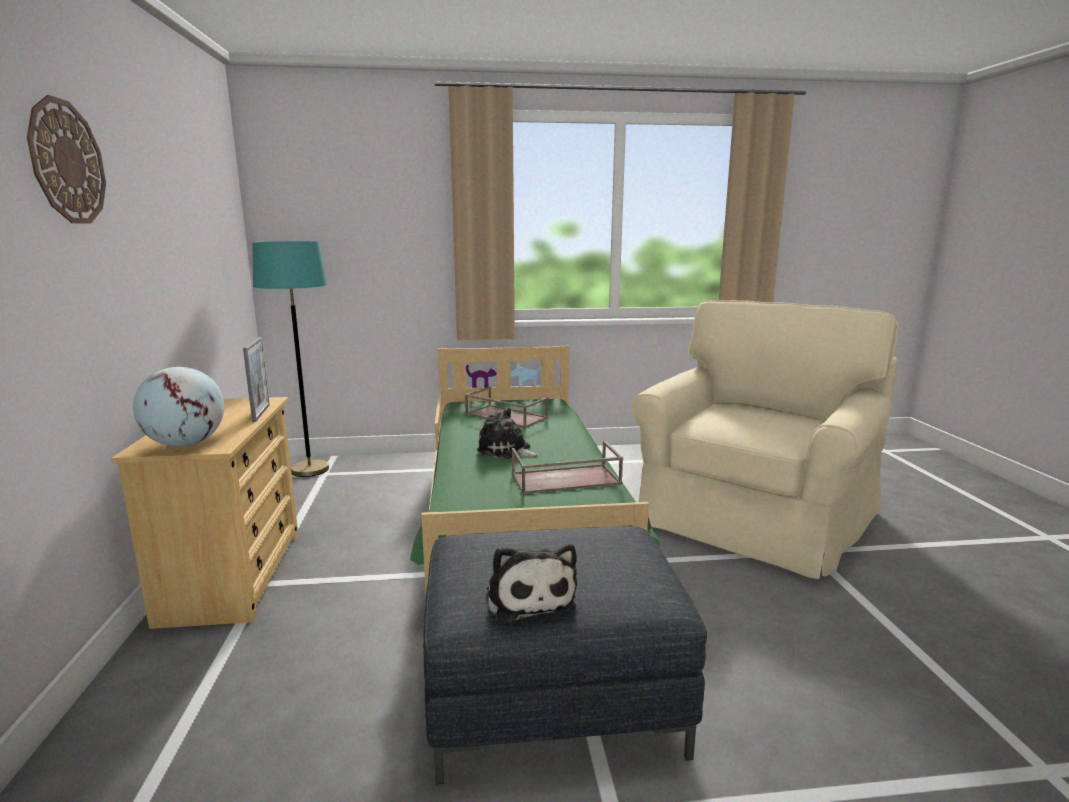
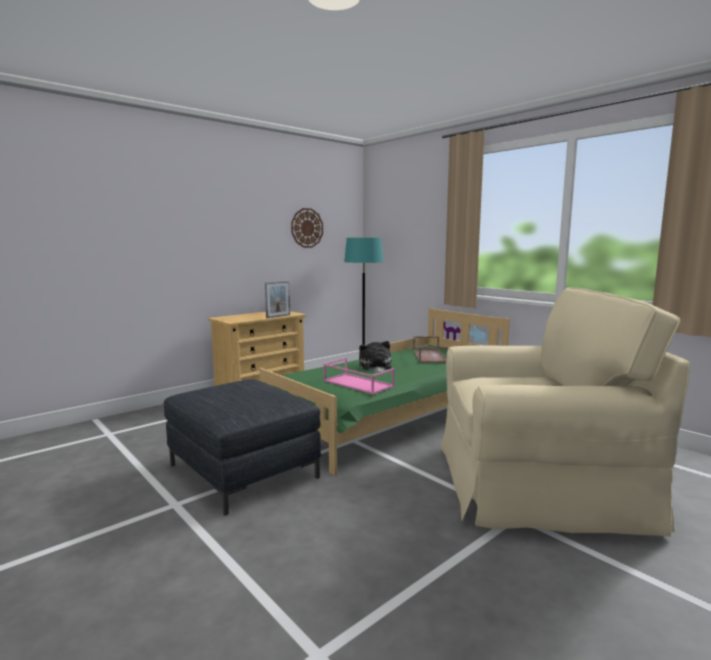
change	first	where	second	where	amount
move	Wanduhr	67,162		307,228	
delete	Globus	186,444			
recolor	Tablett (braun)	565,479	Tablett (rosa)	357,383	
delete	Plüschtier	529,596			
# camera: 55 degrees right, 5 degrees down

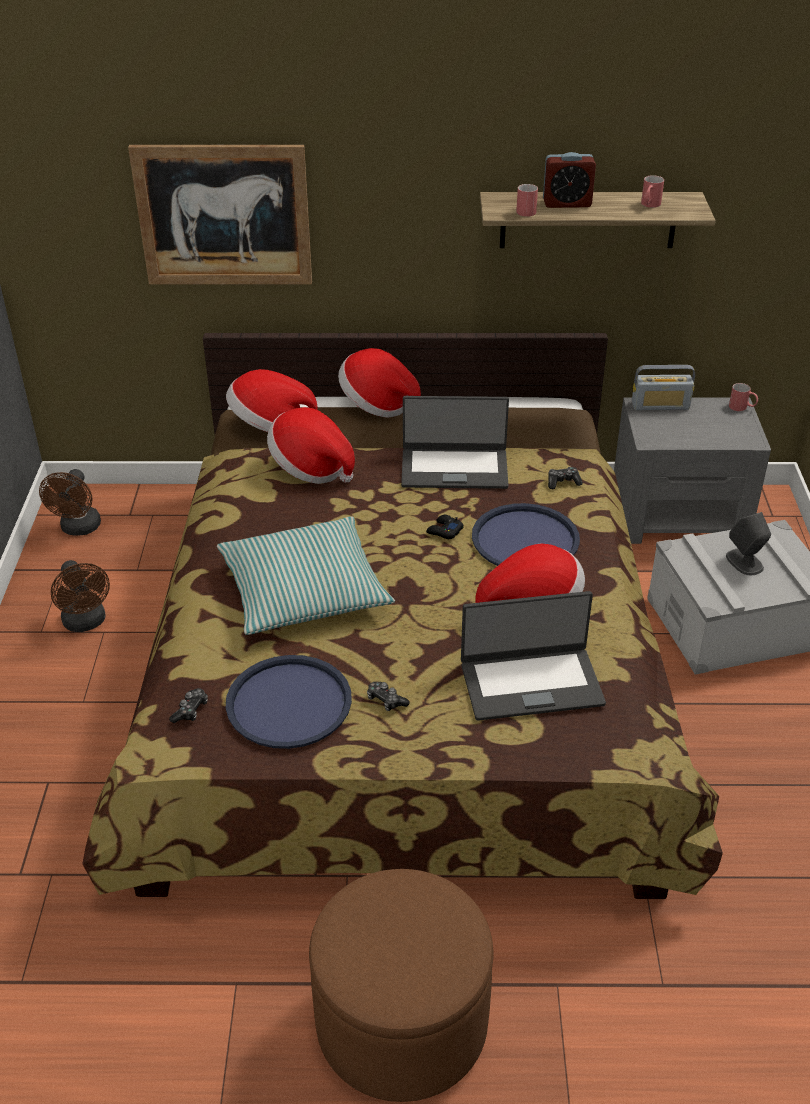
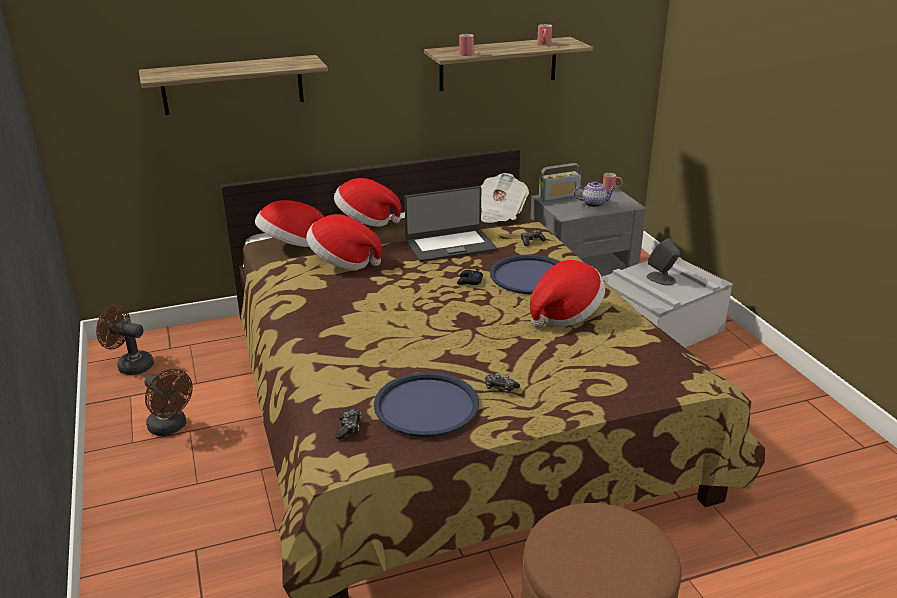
change	first	where	second	where	amount
replace	Bild	224,215	Wandregal	233,85	
delete	Wecker	567,203			
rotate	Ventilator (braun)	79,529		130,365	120 degrees clockwise
delete	Kissen	304,590			
delete	Laptop	531,683			
insert			Zeitung	499,213	
insert			Teekanne	594,204	
# camera: 20 degrees left, 10 degrees down

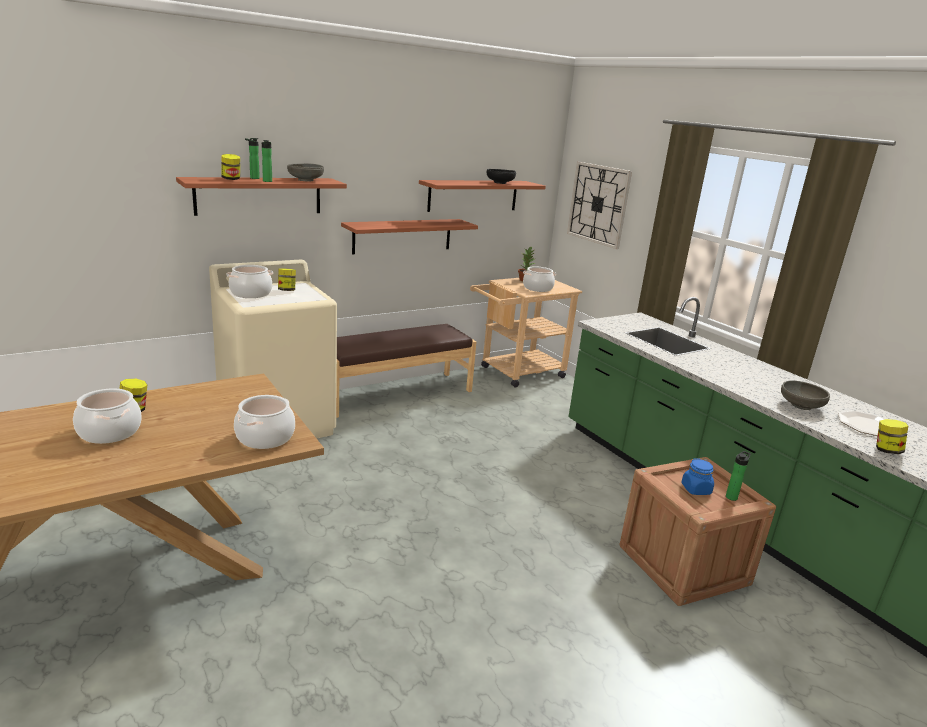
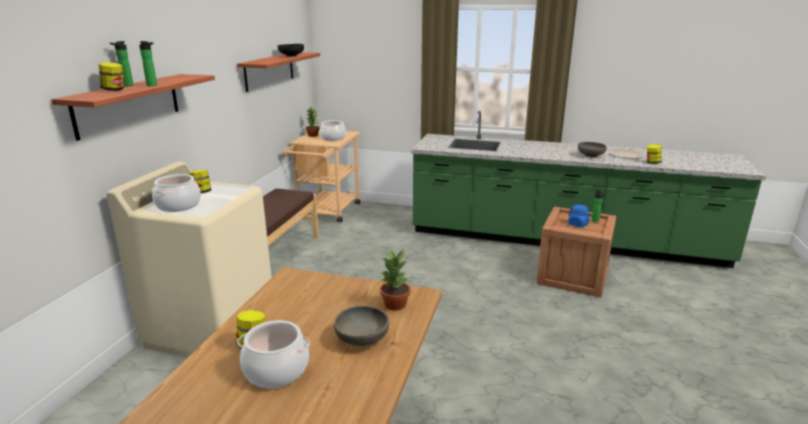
change	first	where	second	where	amount
delete	Wanduhr	598,204			
move	Schüssel (grau)	306,180		362,338	
delete	Wandregal	402,236			
replace	Kochtopf	265,437	Topfpflanze	395,305	
# camera: 40 degrees left, 0 degrees up

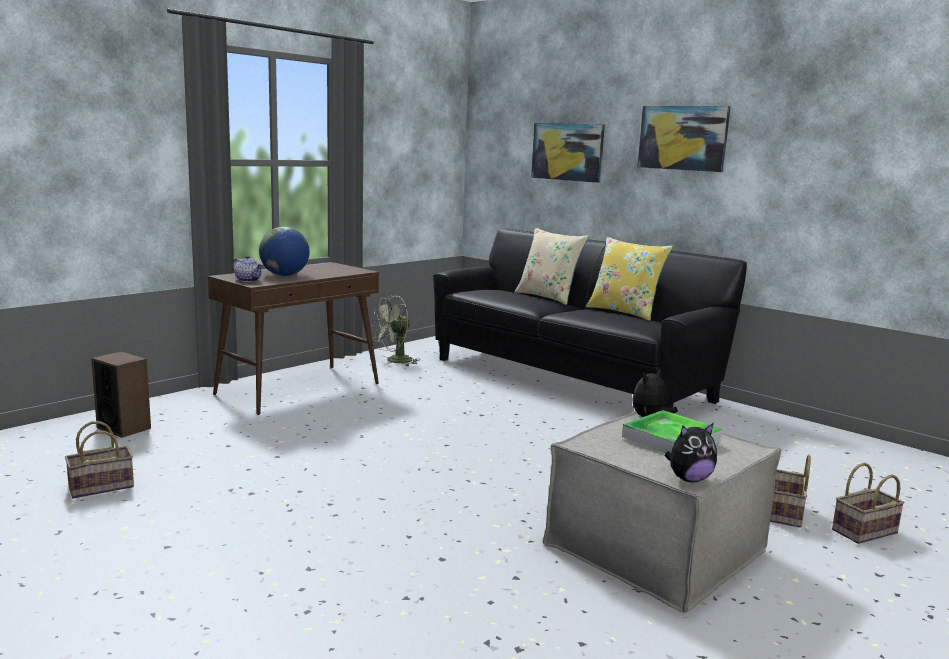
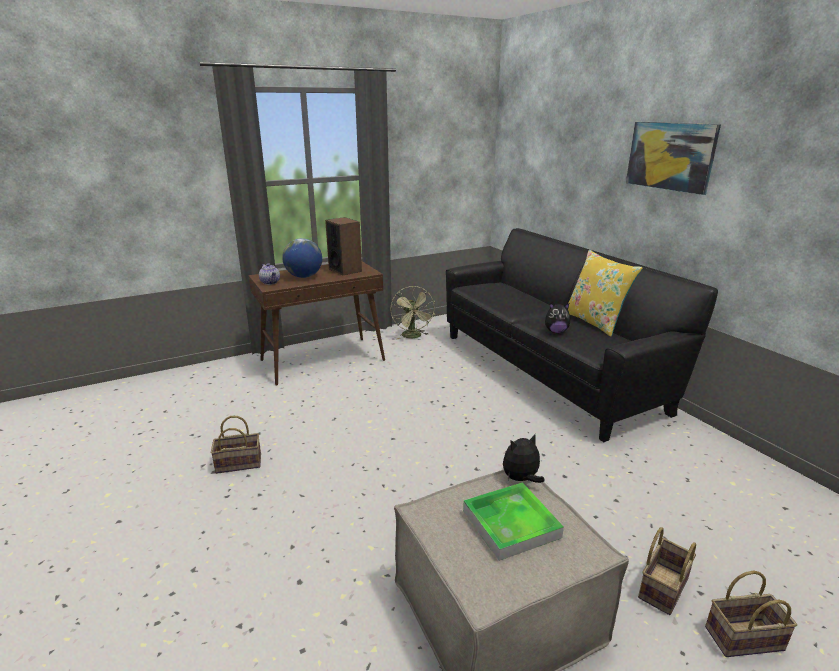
change	first	where	second	where	amount
delete	Bild	567,152			
delete	Kissen (beige)	548,297			
rotate	Ventilator (grün)	394,361		413,336	90 degrees counterclockwise
move	Lautsprecher	124,428		345,270	
move	Korb	103,486		240,463	
move	Plüschtier	689,479		556,331	
# camera: 20 degrees right, 10 degrees up

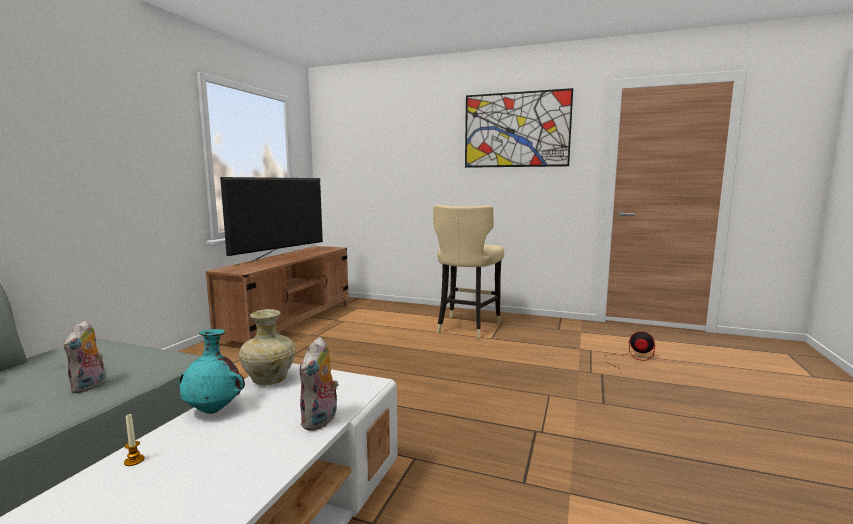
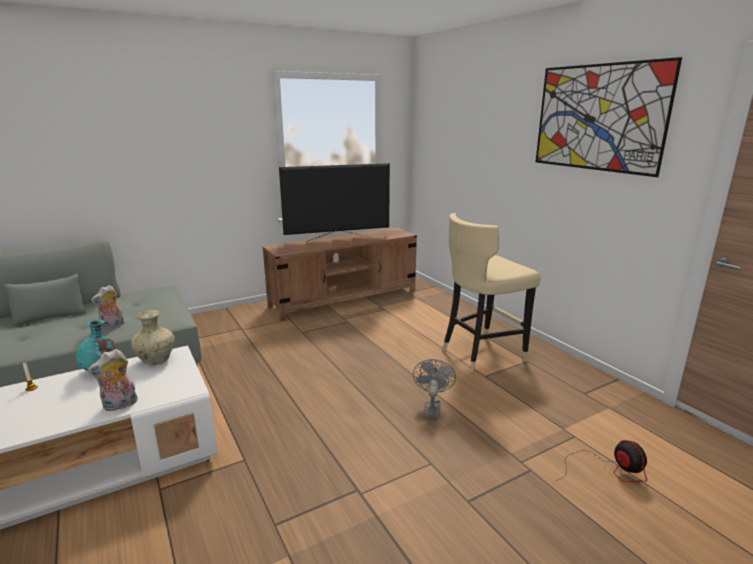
change	first	where	second	where	amount
insert			Ventilator (grau)	432,408	
# camera: 40 degrees right, 10 degrees up

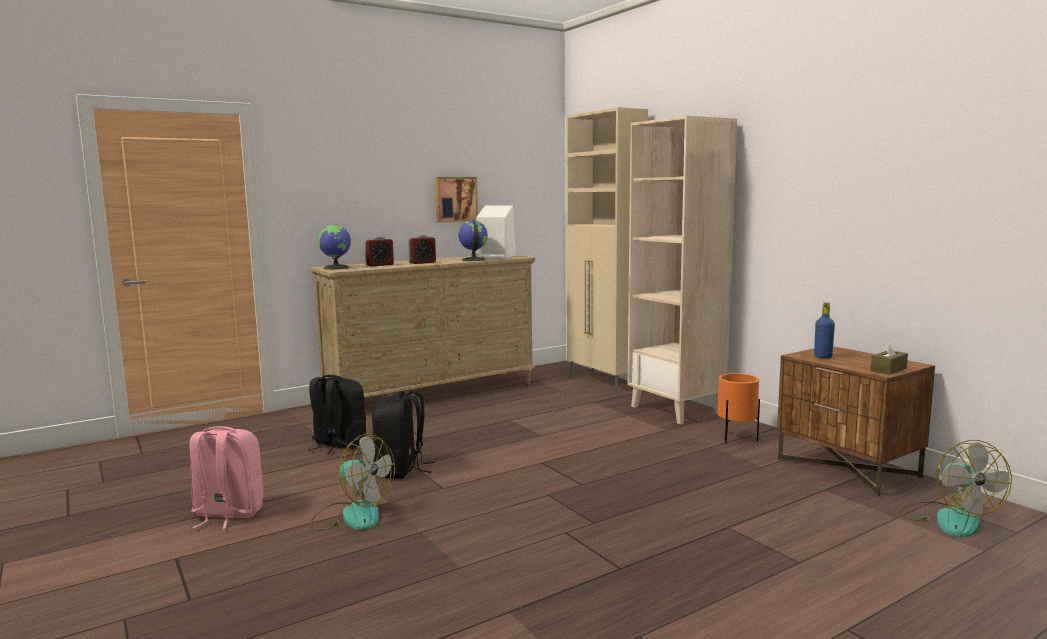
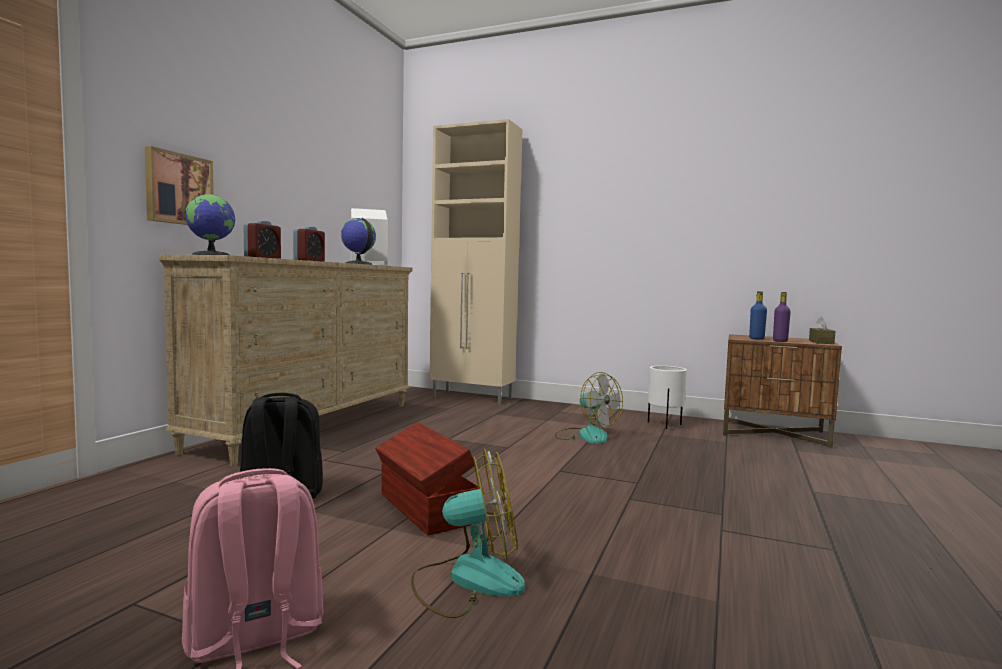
change	first	where	second	where	amount
delete	Bücherregal (beige)	676,410			
move	Bild	455,199		178,189	
recolor	Pflanzkübel (orange)	736,439	Pflanzkübel (weiß)	665,425	
replace	Rucksack (schwarz)	401,470	Aufbewahrungsbox (braun)	425,509	
move	Ventilator	948,519		586,435	
insert			Flasche (lila)	780,341	
# camera: 35 degrees left, 5 degrees down

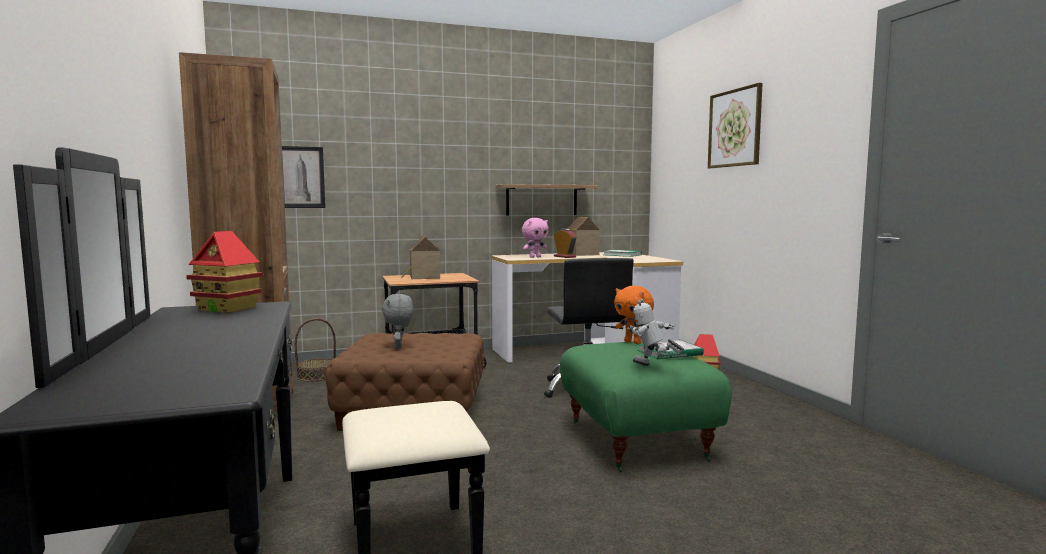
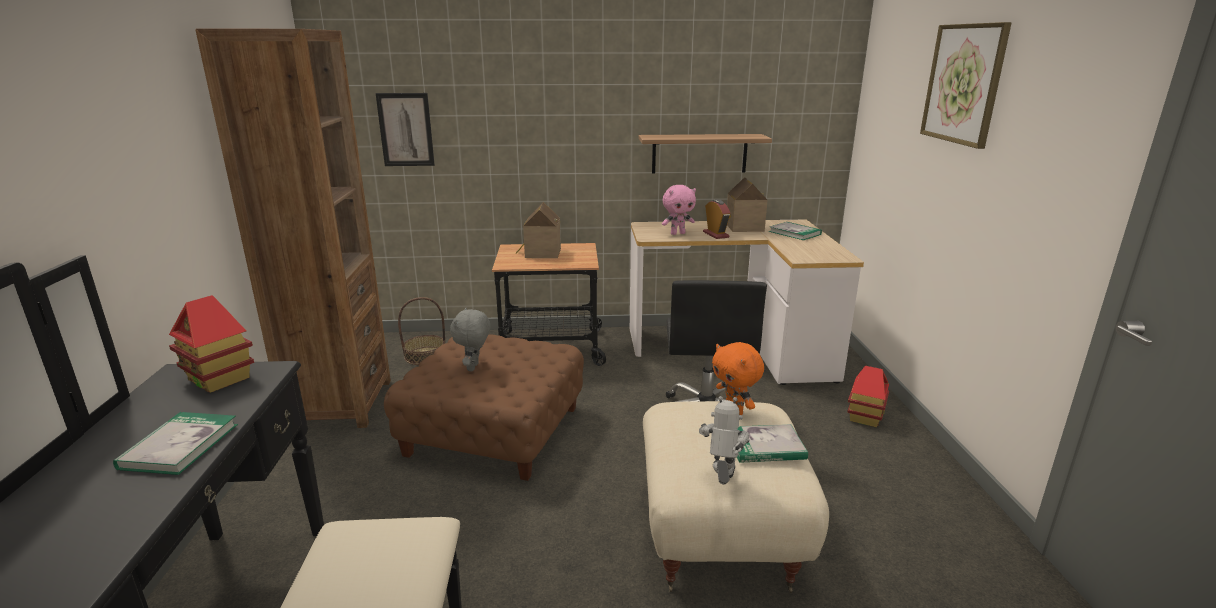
change	first	where	second	where	amount
rotate	Spielzeugroboter	652,367		721,481	60 degrees clockwise
recolor	Polsterhocker (grün)	639,440	Polsterhocker (beige)	722,533	
insert			Buch	180,446	
# camera: 15 degrees right, 15 degrees up

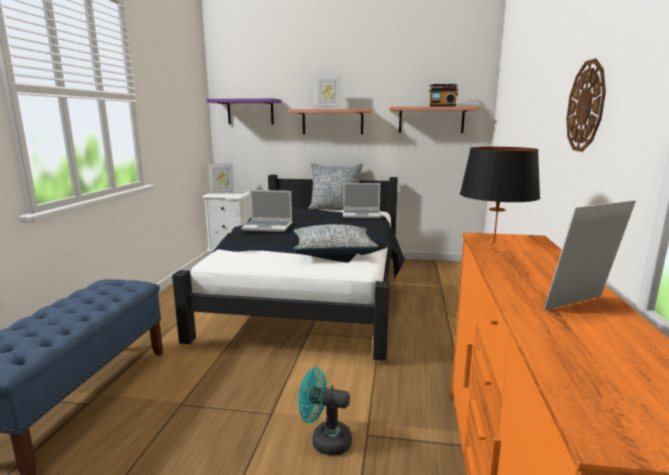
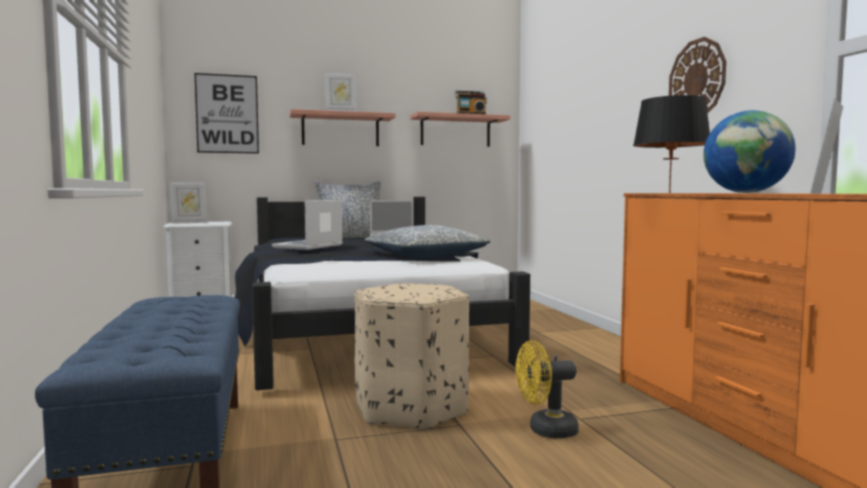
change	first	where	second	where	amount
replace	Wandregal (lila)	250,112	Bild	227,114	
rotate	Laptop	268,227		308,246	135 degrees clockwise
recolor	Ventilator (türkis)	324,441	Ventilator (gelb)	545,430	
insert			Globus	746,193	
insert			Polsterhocker (beige)	411,408	
# camera: 25 degrees left, 10 degrees down

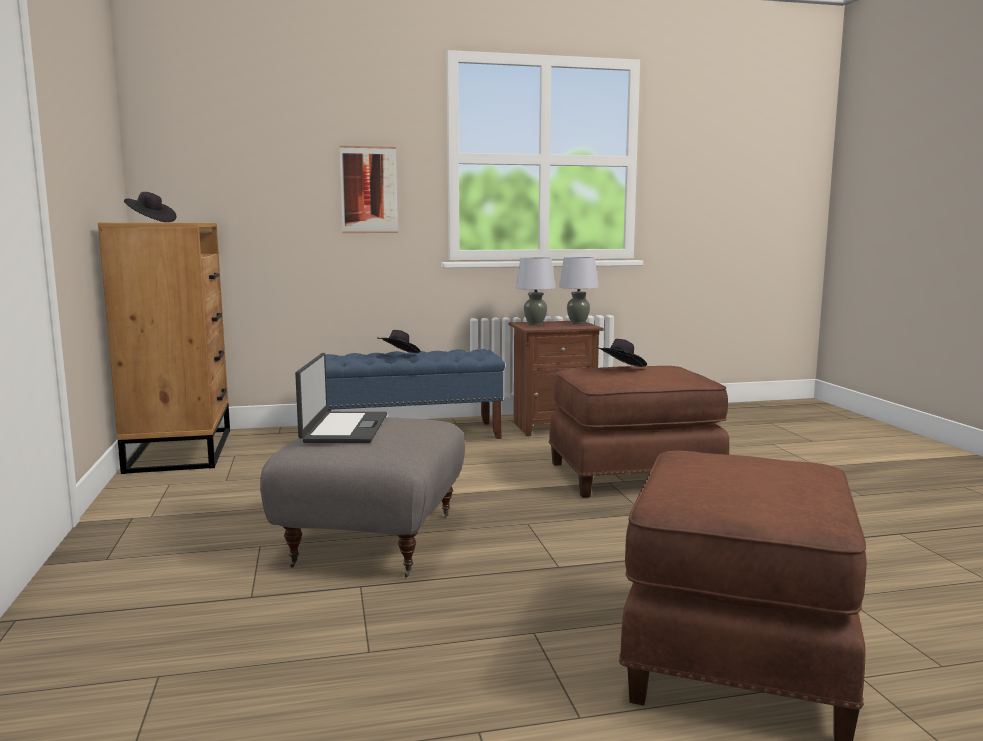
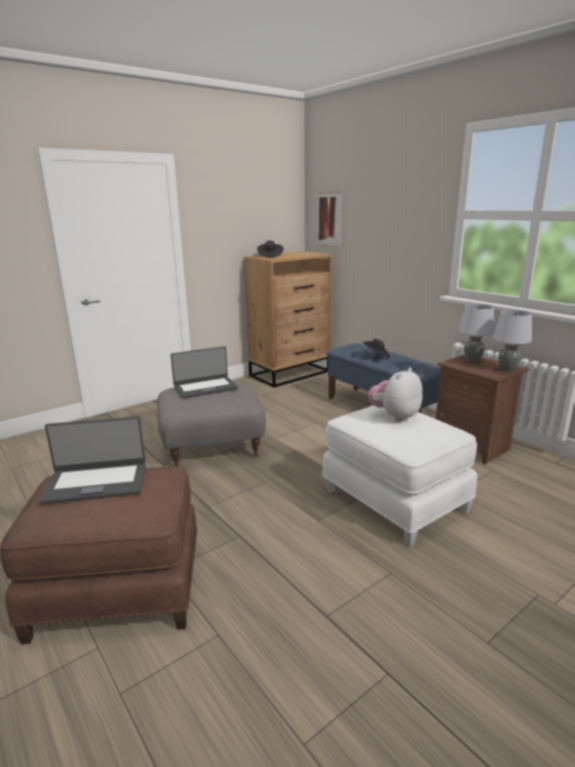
change	first	where	second	where	amount
move	Bild	369,190		329,219	
replace	Hut (schwarz)	621,368	Plüschtier	394,416	
recolor	Polsterhocker (braun)	634,476	Polsterhocker (weiß)	393,501	
insert			Laptop	96,482	
# camera: 65 degrees right, 10 degrees up

